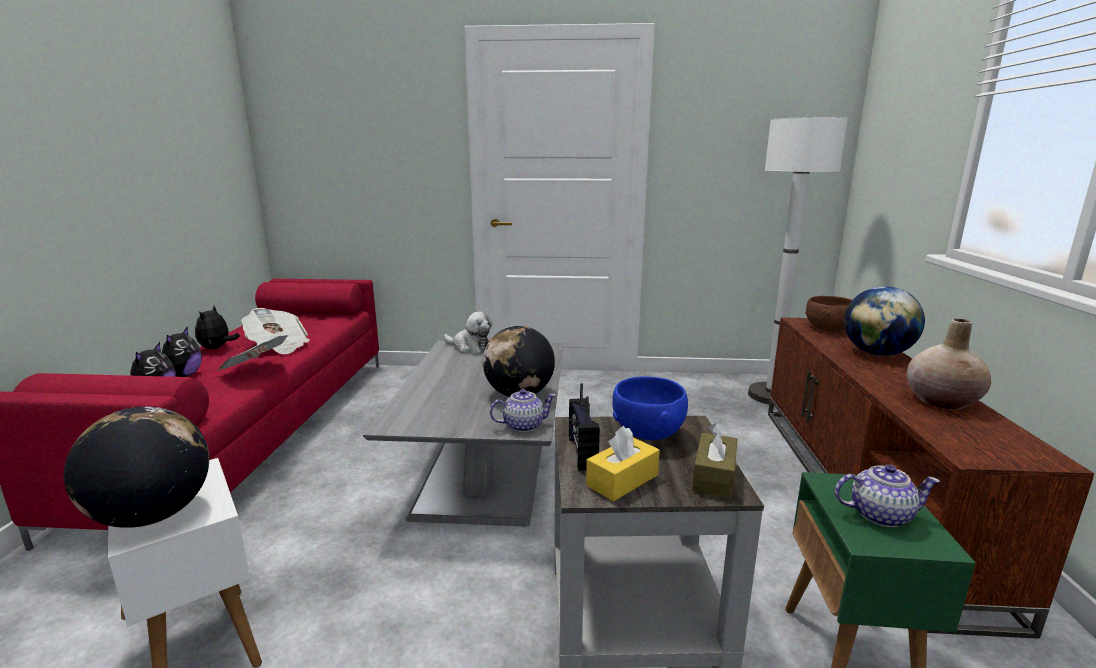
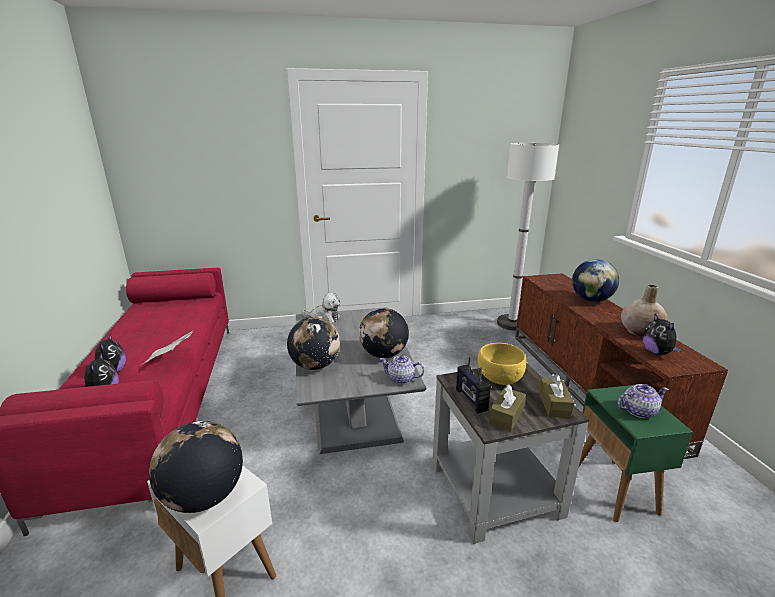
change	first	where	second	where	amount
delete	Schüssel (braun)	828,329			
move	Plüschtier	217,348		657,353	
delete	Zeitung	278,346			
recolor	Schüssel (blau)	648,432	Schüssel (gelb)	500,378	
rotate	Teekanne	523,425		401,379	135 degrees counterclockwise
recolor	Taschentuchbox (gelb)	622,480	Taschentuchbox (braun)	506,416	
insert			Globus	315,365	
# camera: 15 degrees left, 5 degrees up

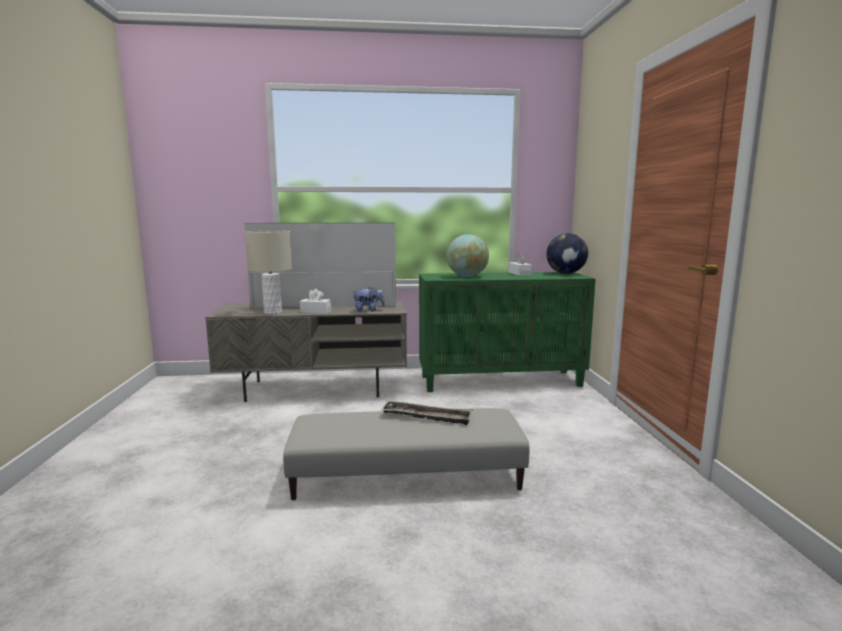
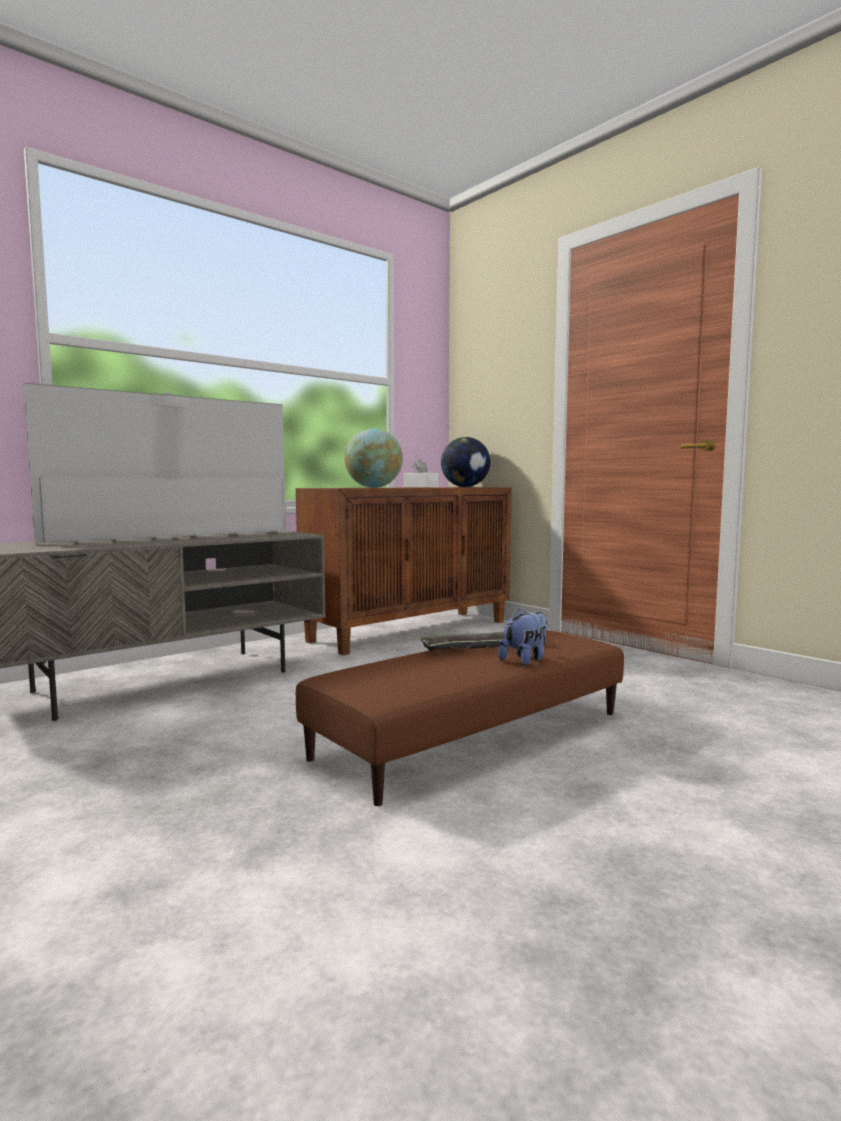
change	first	where	second	where	amount
delete	Tischlampe (beige)	273,312			
recolor	Schrank (grün)	501,380	Schrank (braun)	411,631	
move	Plüschtier	368,310		525,659	
delete	Taschentuchbox (weiß)	315,311			
recolor	Polsterhocker (grau)	406,474	Polsterhocker (braun)	473,734	
# camera: 35 degrees left, 5 degrees down

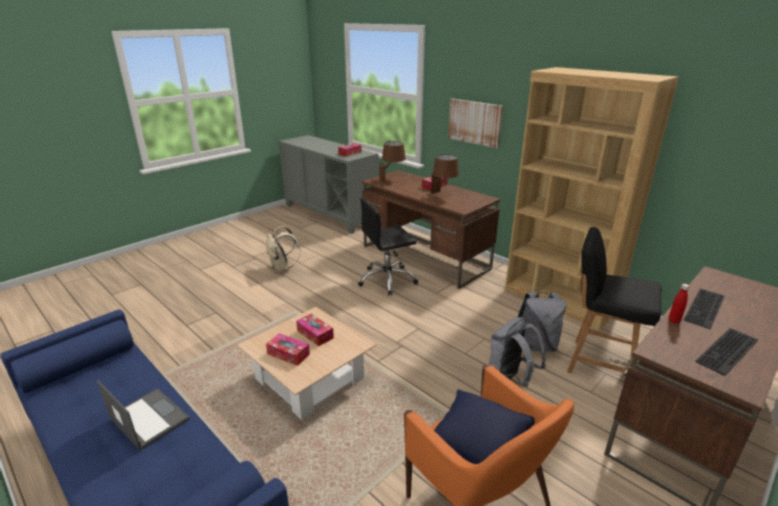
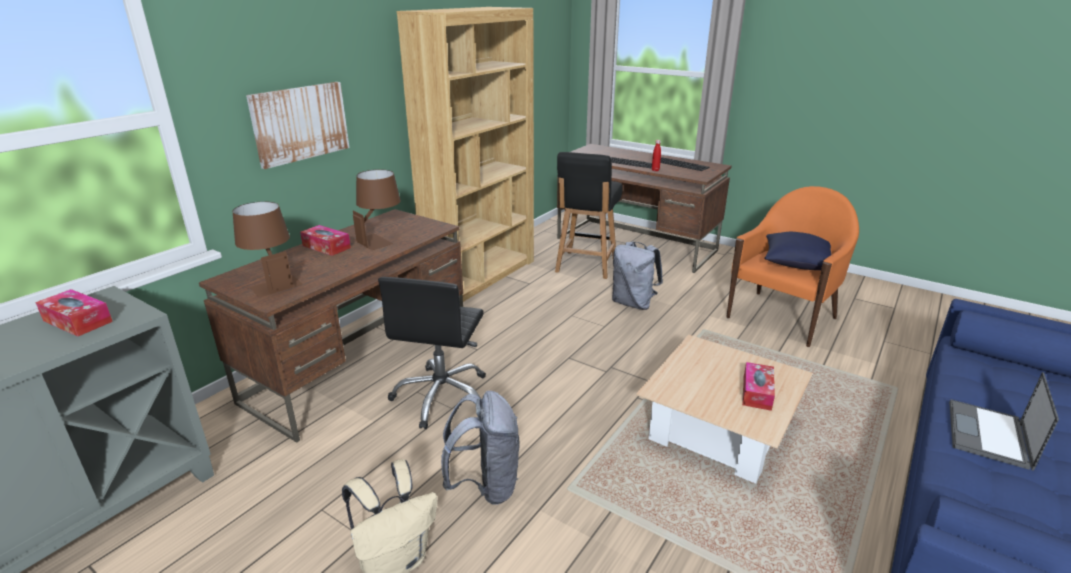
change	first	where	second	where	amount
rotate	Bürostuhl (schwarz)	387,280		442,396	45 degrees clockwise
move	Rucksack (grau)	536,345		486,485	
delete	Taschentuchbox	315,334			
# camera: 100 degrees left, 0 degrees up

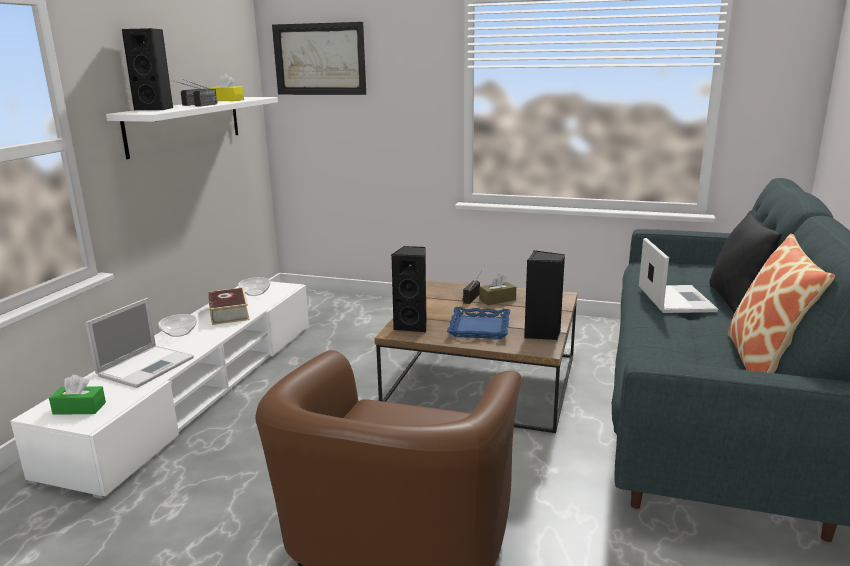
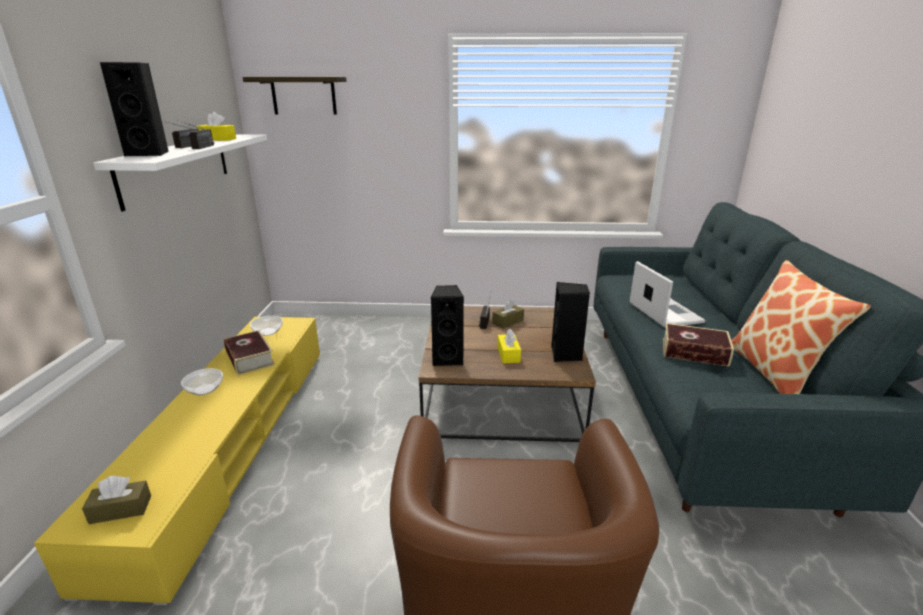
change	first	where	second	where	amount
replace	Bild	320,59	Wandregal	303,95	
delete	Kissen (schwarz)	734,300			
recolor	Fernsehschrank (weiß)	198,389	Fernsehschrank (gelb)	231,441	
delete	Laptop	147,366			
replace	Tablett (blau)	479,327	Taschentuchbox (gelb)	508,354	
recolor	Taschentuchbox (grün)	79,408	Taschentuchbox (braun)	121,509	
insert			Buch	694,352	
# camera: 15 degrees left, 5 degrees up

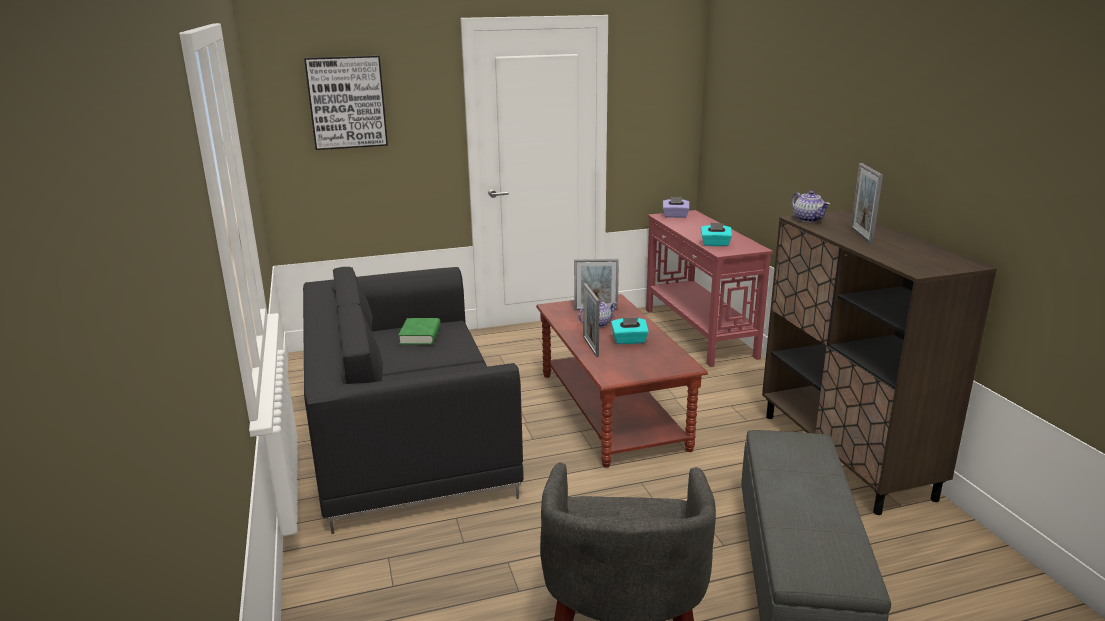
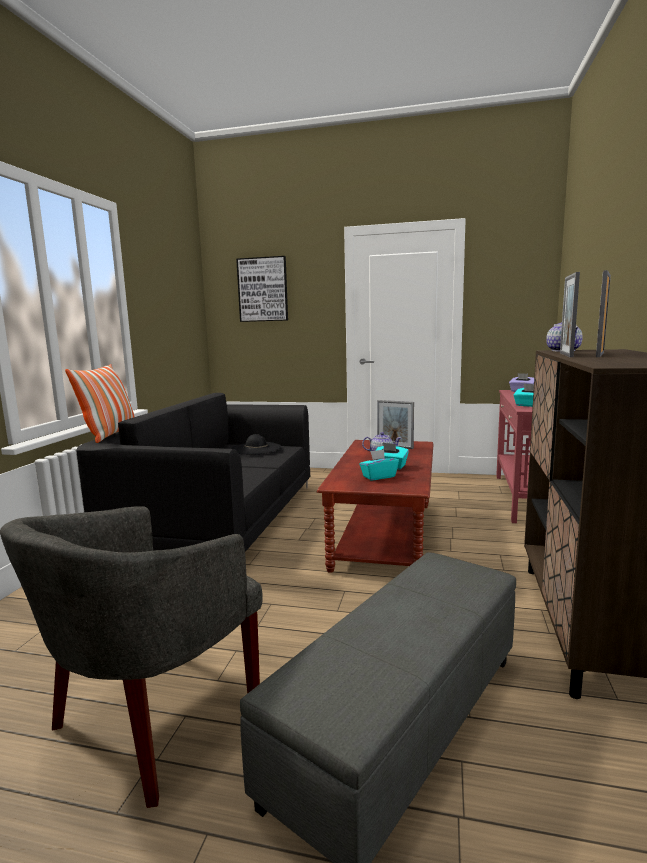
change	first	where	second	where	amount
move	Bilderrahmen	590,347		566,355	
replace	Buch (grün)	420,335	Hut (schwarz)	256,448	
insert			Kissen	110,434	
insert			Taschentuchbox (türkis)	378,476	
# camera: 30 degrees right, 10 degrees down

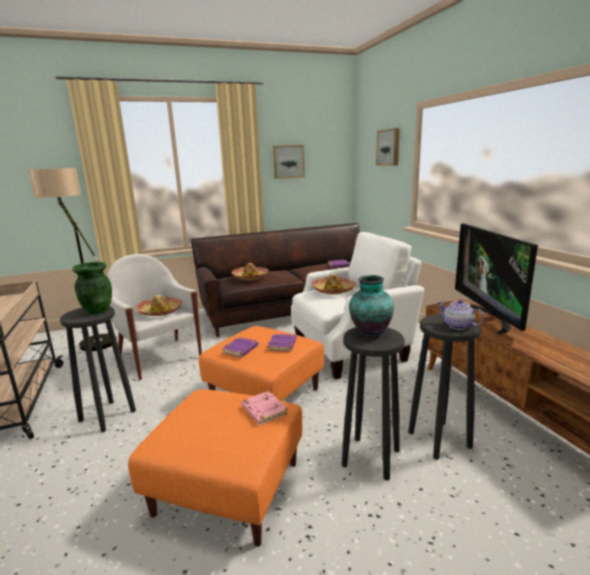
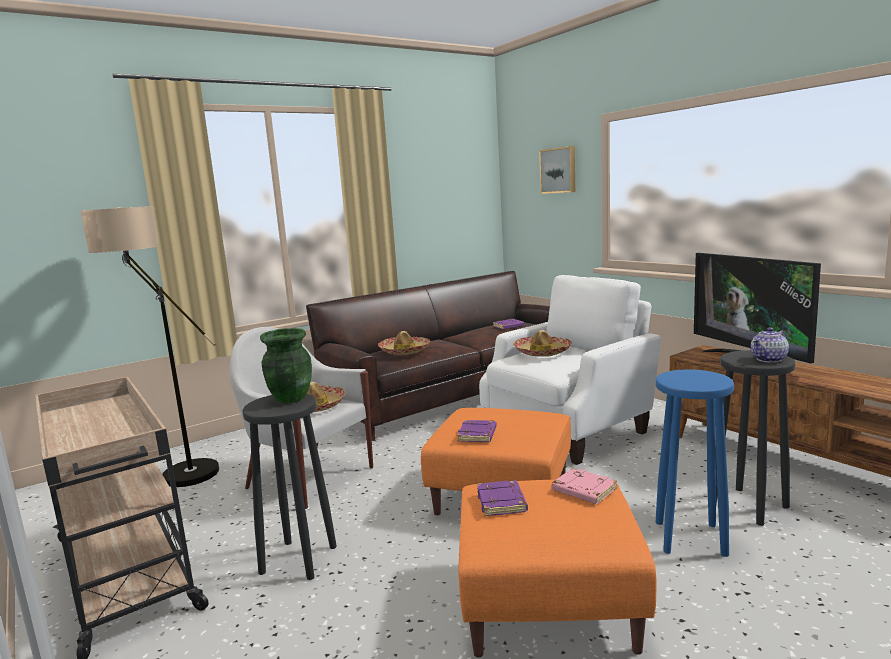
change	first	where	second	where	amount
delete	Bild	288,162			
delete	Vase	369,333			
rotate	Teekanne	458,326		769,359	60 degrees counterclockwise
recolor	Hocker (schwarz)	370,458	Hocker (blau)	690,538	
move	Buch (lila)	282,345		502,502	
# camera: 15 degrees left, 5 degrees down

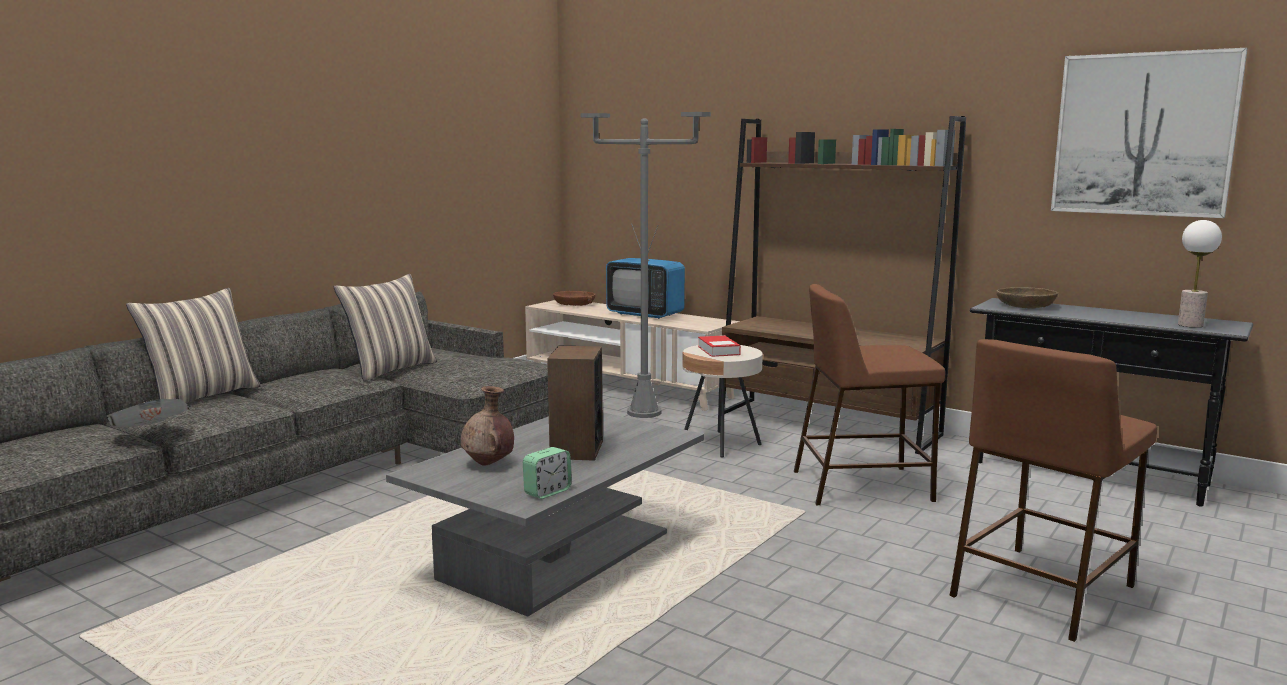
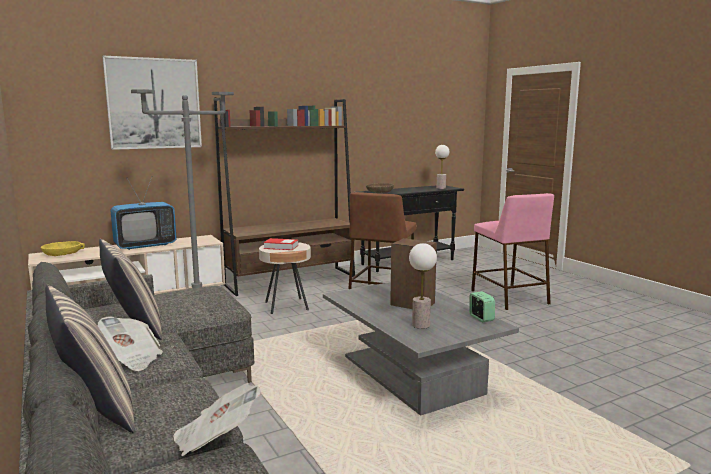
change	first	where	second	where	amount
move	Bild	1143,134		154,103	
recolor	Schüssel (braun)	575,304	Schüssel (gelb)	62,253	
recolor	Hocker (braun)	1042,589	Hocker (rosa)	508,296	
replace	Vase (braun)	489,464	Tischlampe	421,325	
insert			Zeitung	128,359	
# camera: 65 degrees left, 0 degrees up

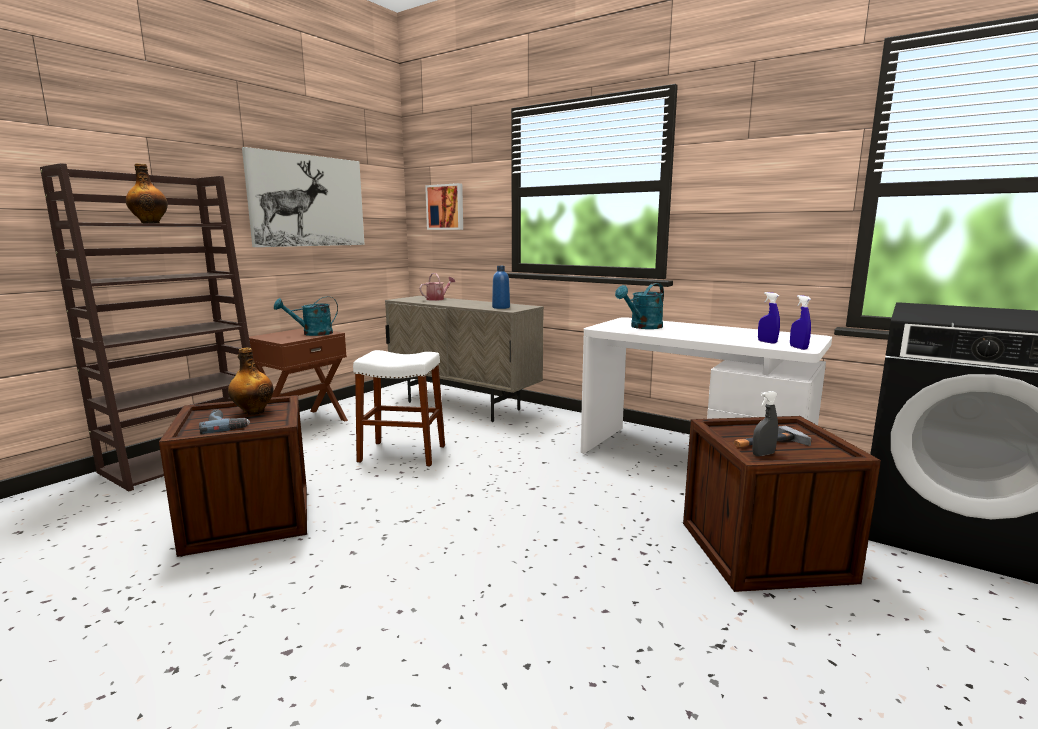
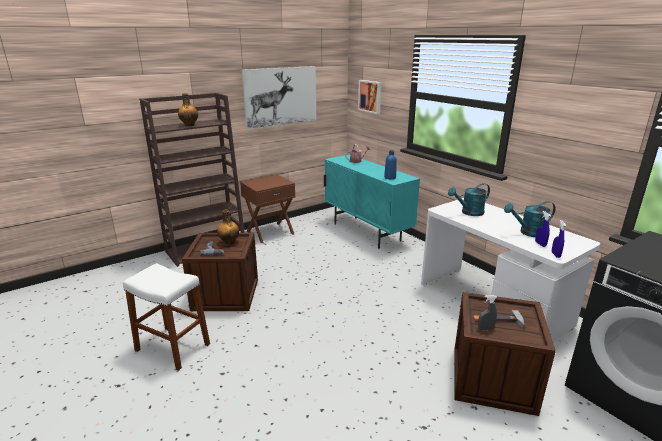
change	first	where	second	where	amount
move	Gießkanne (türkis)	312,334		528,233	
recolor	Schrank (beige)	463,406	Schrank (türkis)	366,232	
move	Hocker (weiß)	402,453		172,347	
# camera: 20 degrees right, 10 degrees up

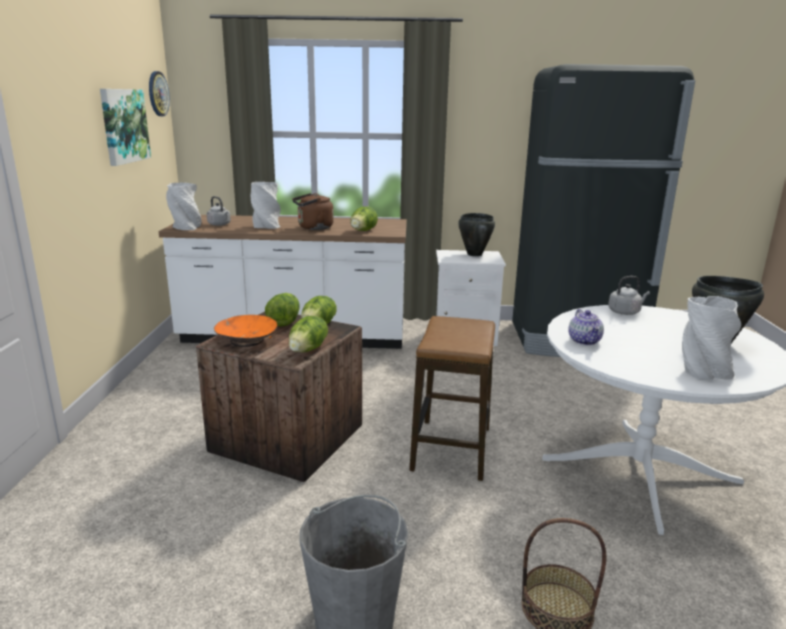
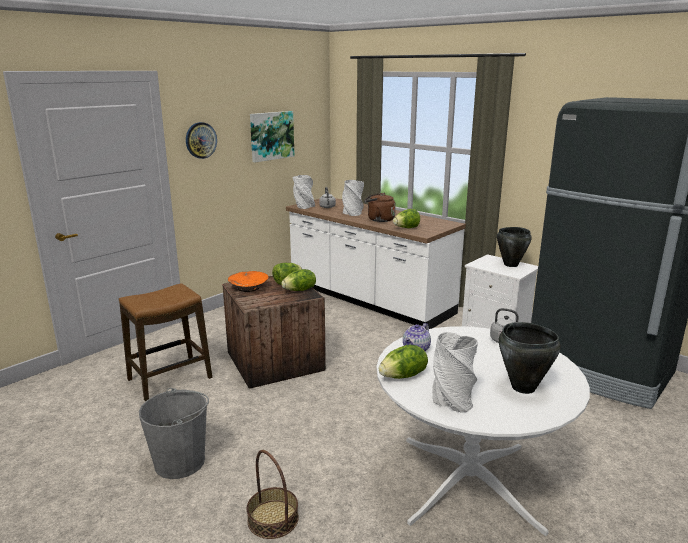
change	first	where	second	where	amount
move	Wanduhr	157,94		200,140	
move	Salatkopf	308,349		404,376	
move	Hocker	451,449		170,379	
# camera: 40 degrees right, 0 degrees up

